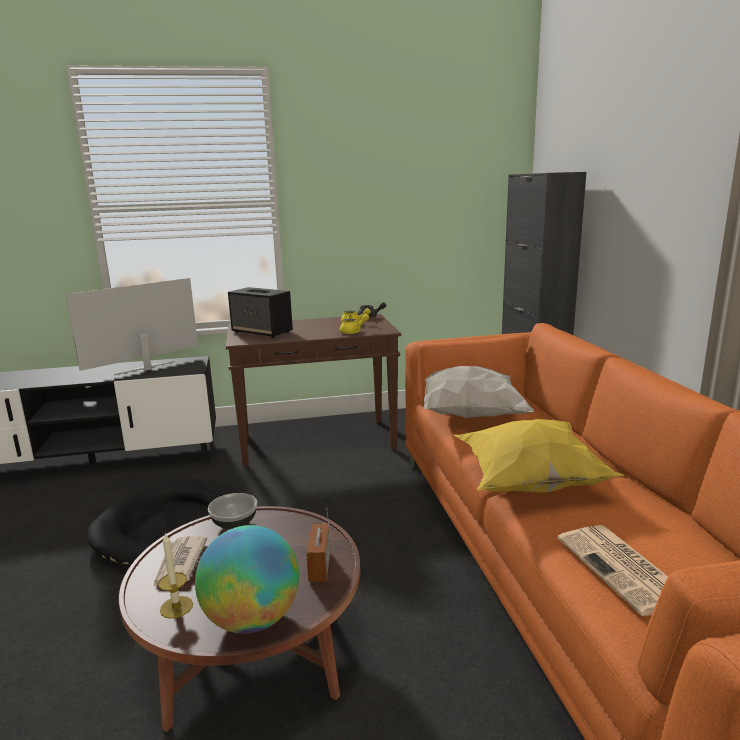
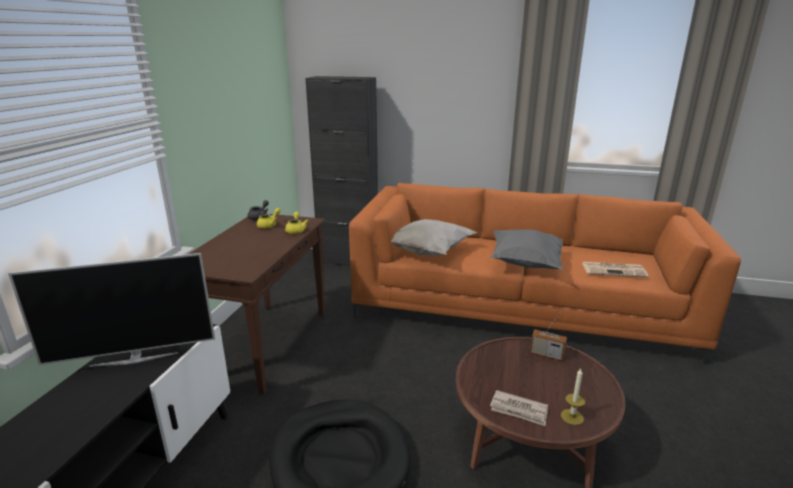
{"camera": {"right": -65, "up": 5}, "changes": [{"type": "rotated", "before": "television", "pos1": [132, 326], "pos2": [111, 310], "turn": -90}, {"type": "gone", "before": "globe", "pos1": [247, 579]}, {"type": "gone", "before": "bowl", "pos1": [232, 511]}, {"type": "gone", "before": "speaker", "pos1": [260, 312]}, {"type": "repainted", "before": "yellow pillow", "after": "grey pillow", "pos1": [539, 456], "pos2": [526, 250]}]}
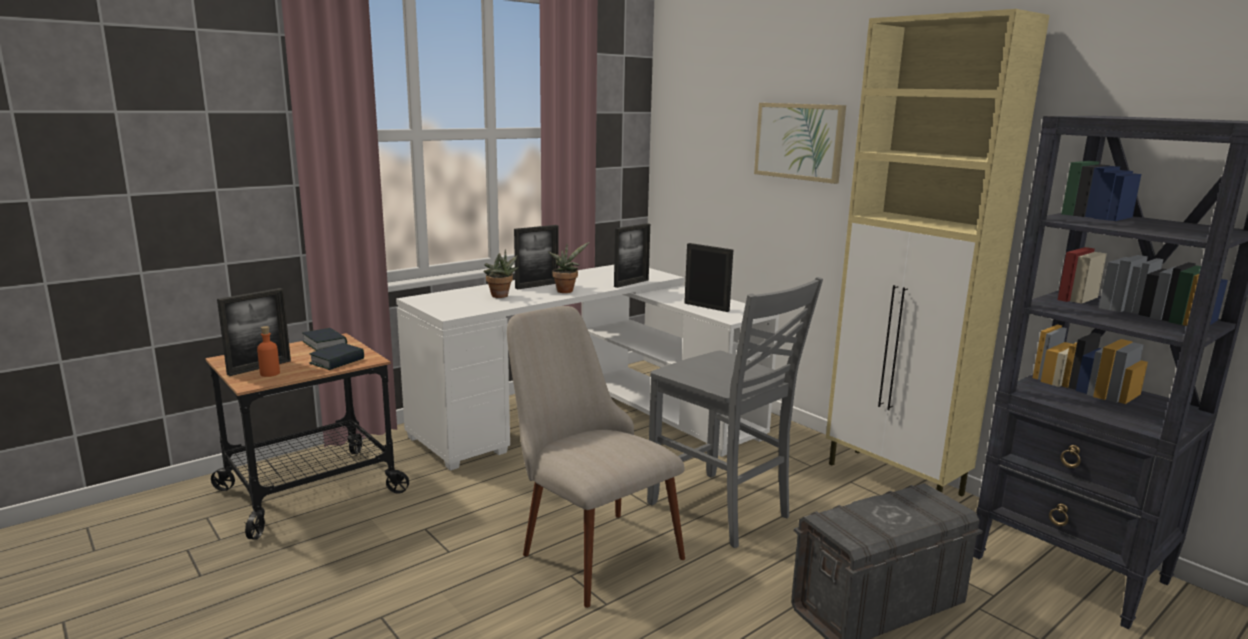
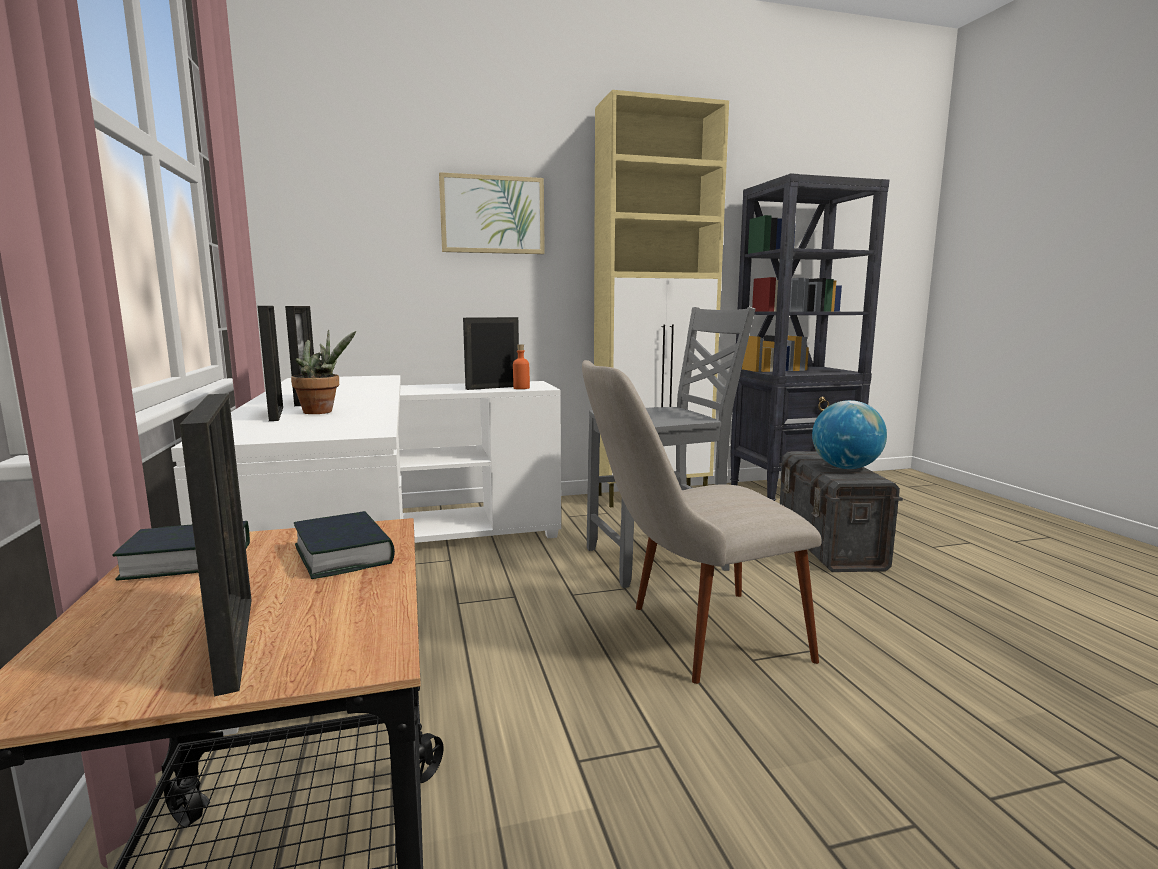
{"camera": {"right": -65, "up": -5}, "changes": [{"type": "shifted", "before": "orange bottle", "pos1": [268, 351], "pos2": [521, 366]}, {"type": "gone", "before": "potted plant", "pos1": [569, 267]}, {"type": "shifted", "before": "picture frame", "pos1": [632, 255], "pos2": [270, 363]}, {"type": "new", "after": "globe", "pos2": [849, 434]}]}
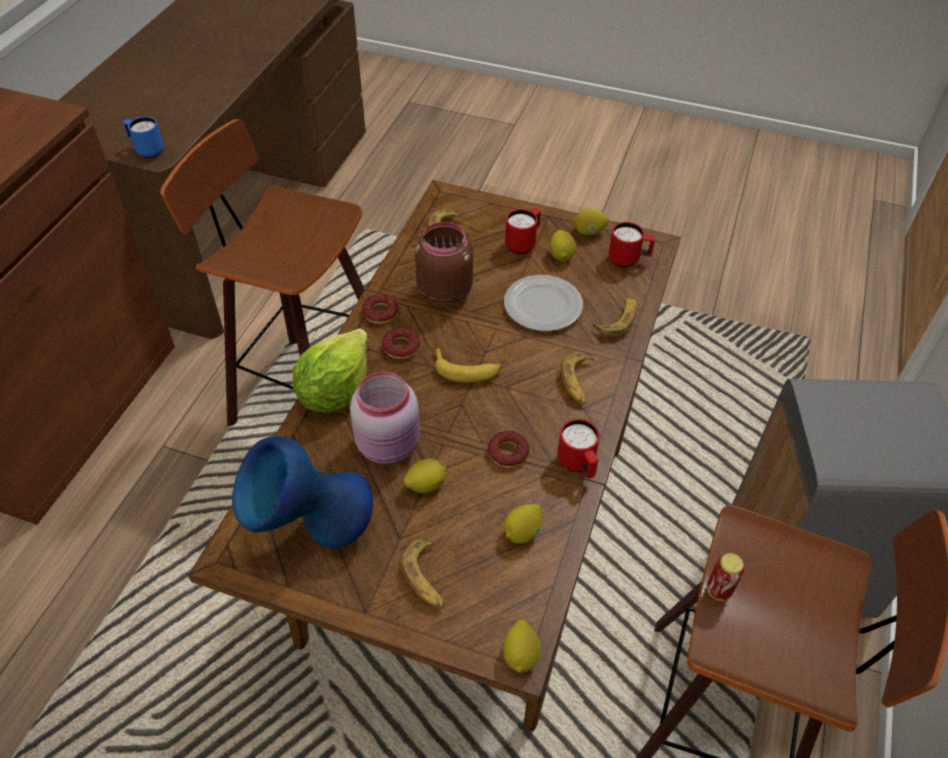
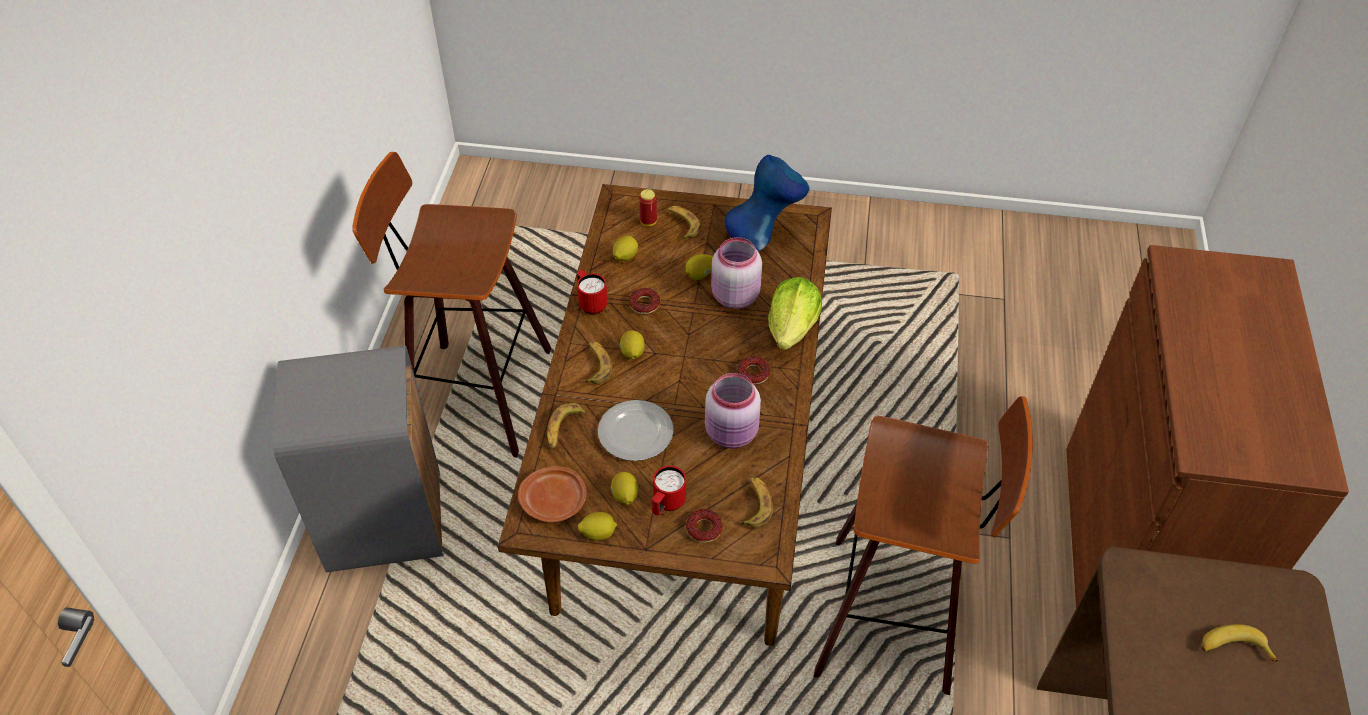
{"camera": {"right": 170, "up": 0}, "changes": [{"type": "gone", "before": "blue mug", "pos1": [143, 137]}, {"type": "shifted", "before": "donut", "pos1": [380, 309], "pos2": [704, 526]}, {"type": "repainted", "before": "brown jar", "after": "pink jar", "pos1": [444, 264], "pos2": [733, 411]}, {"type": "shifted", "before": "banana", "pos1": [468, 365], "pos2": [1240, 643]}, {"type": "shifted", "before": "lemon", "pos1": [522, 646], "pos2": [632, 344]}, {"type": "swapped", "before": "red mug", "after": "brown plate", "pos1": [632, 245], "pos2": [552, 494]}, {"type": "shifted", "before": "can", "pos1": [725, 577], "pos2": [648, 207]}]}
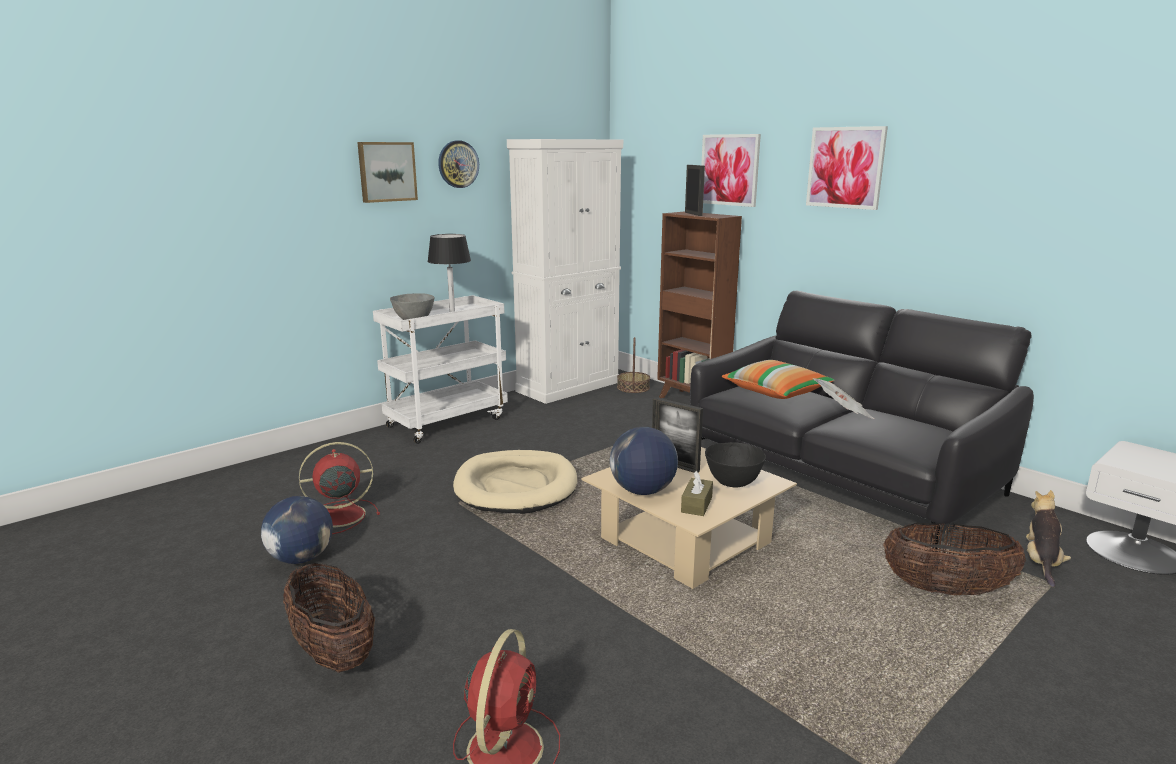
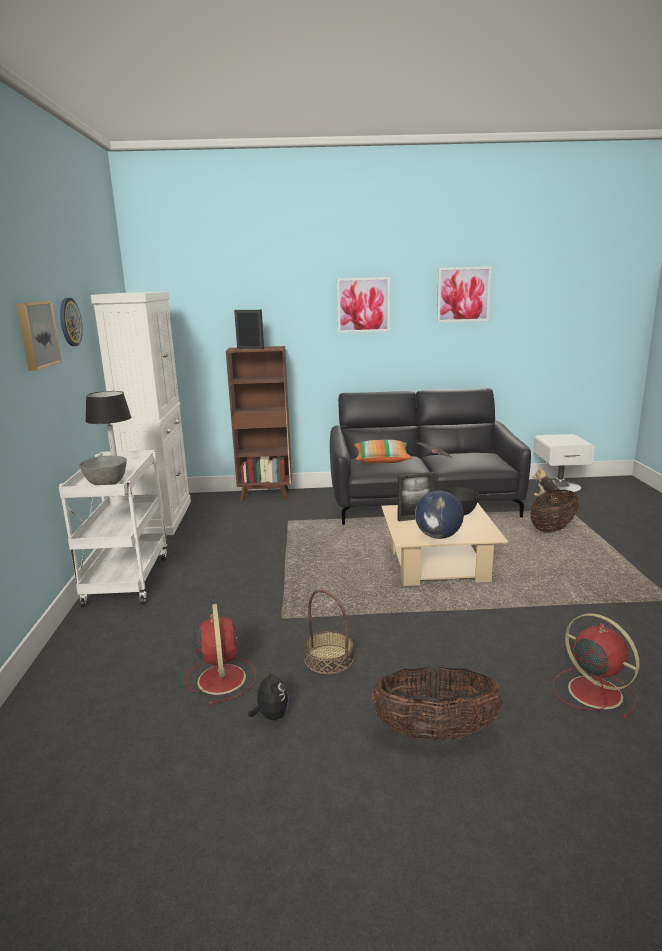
{"camera": {"right": -50, "up": 0}, "changes": [{"type": "swapped", "before": "globe", "after": "plush toy", "pos1": [297, 530], "pos2": [268, 693]}, {"type": "rotated", "before": "red fan", "pos1": [339, 488], "pos2": [221, 654], "turn": 150}, {"type": "gone", "before": "beige dog bed", "pos1": [515, 482]}, {"type": "shifted", "before": "basket", "pos1": [633, 365], "pos2": [328, 632]}, {"type": "gone", "before": "brown tissue box", "pos1": [697, 493]}, {"type": "shifted", "before": "picture", "pos1": [731, 170], "pos2": [464, 294]}]}
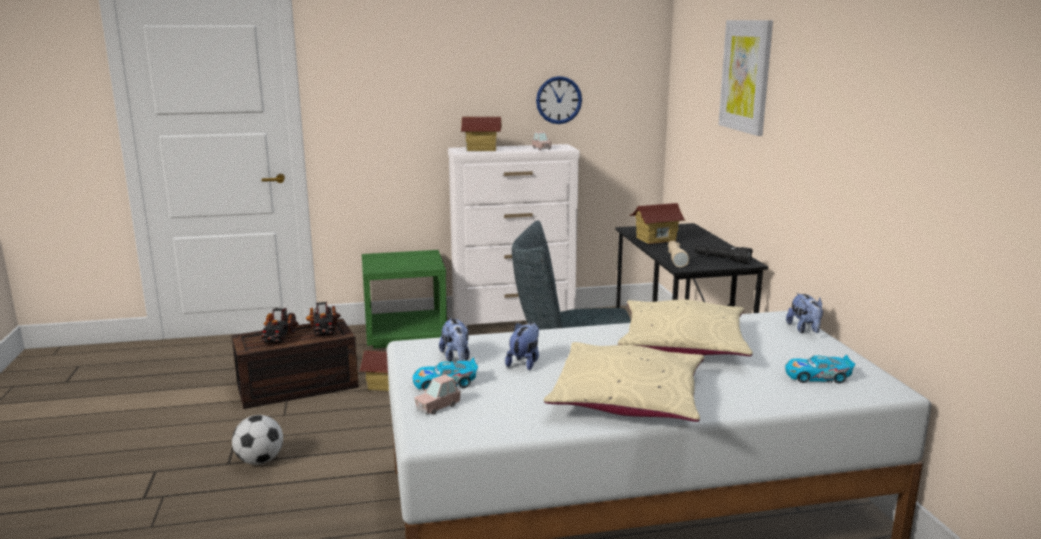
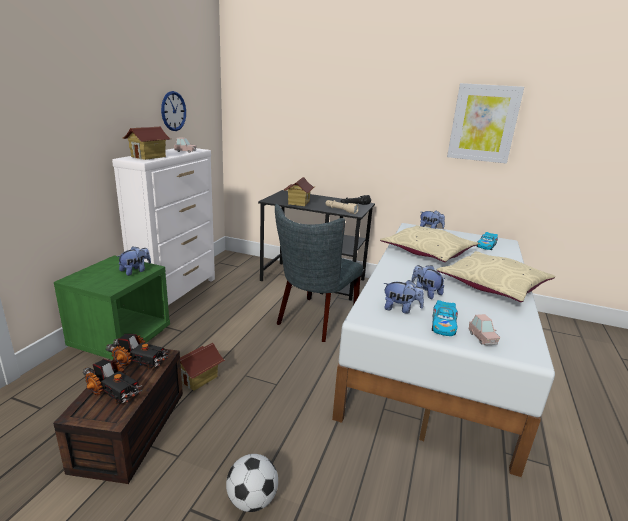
{"camera": {"right": -60, "up": 5}, "changes": [{"type": "shifted", "before": "picture", "pos1": [746, 78], "pos2": [485, 123]}, {"type": "new", "after": "plush toy", "pos2": [134, 261]}]}
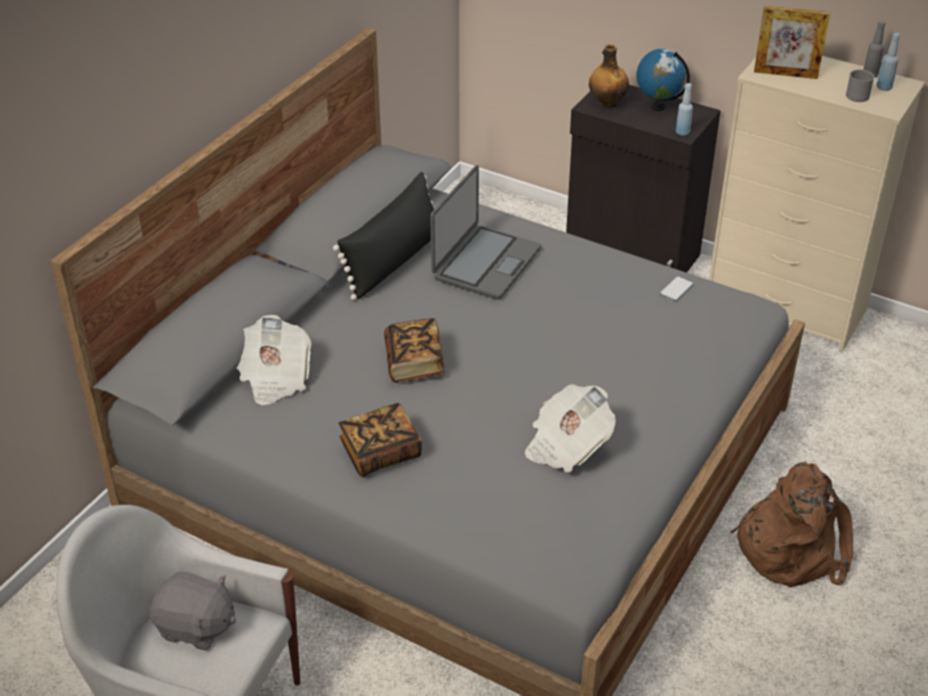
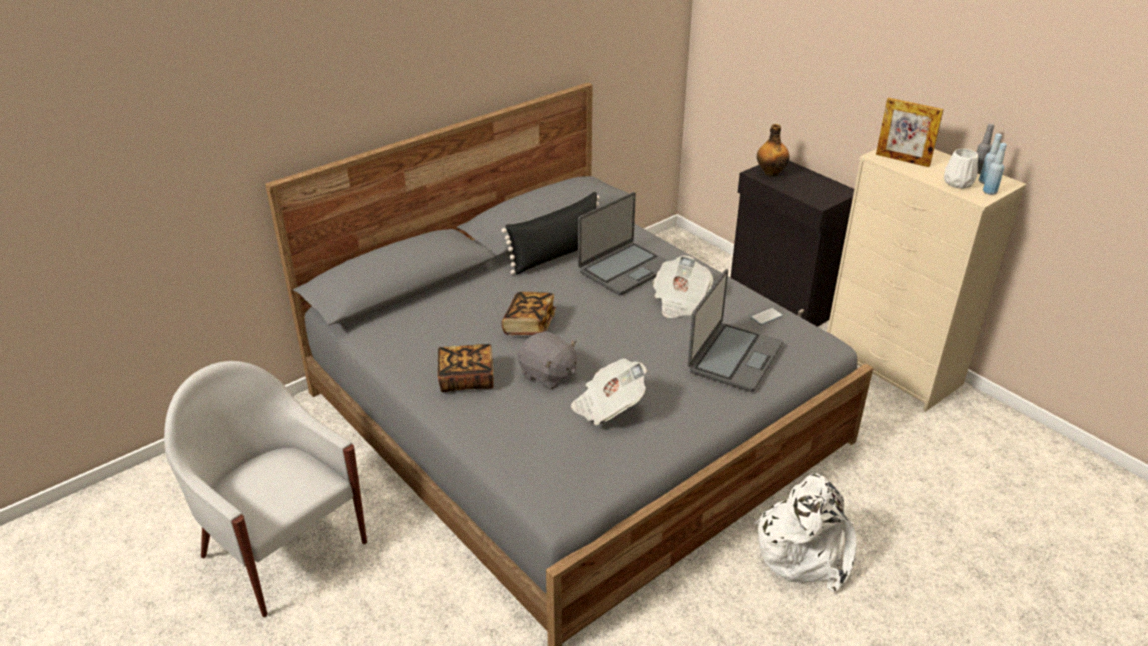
{"camera": {"right": 20, "up": -5}, "changes": [{"type": "shifted", "before": "grey plush toy", "pos1": [193, 611], "pos2": [547, 360]}, {"type": "shifted", "before": "newspaper", "pos1": [274, 360], "pos2": [683, 286]}, {"type": "gone", "before": "globe", "pos1": [663, 80]}, {"type": "shifted", "before": "blue bottle", "pos1": [684, 109], "pos2": [995, 169]}, {"type": "repainted", "before": "brown backpack", "after": "white backpack", "pos1": [791, 524], "pos2": [805, 532]}, {"type": "swapped", "before": "grey mug", "after": "white vase", "pos1": [860, 85], "pos2": [961, 169]}, {"type": "new", "after": "laptop", "pos2": [735, 330]}]}
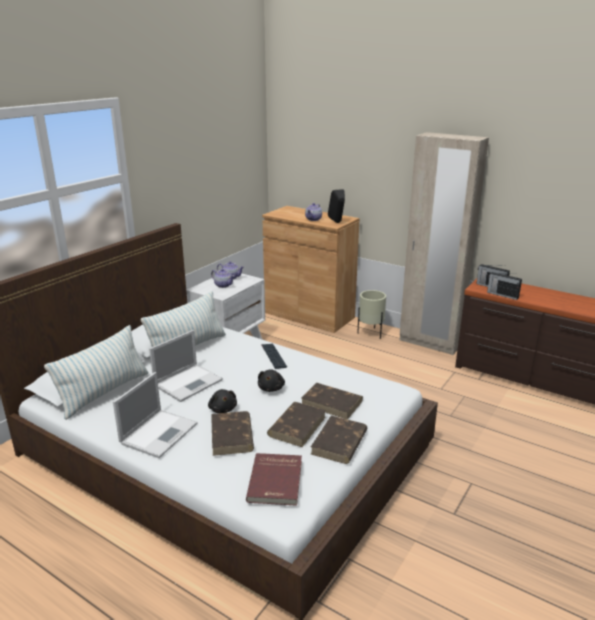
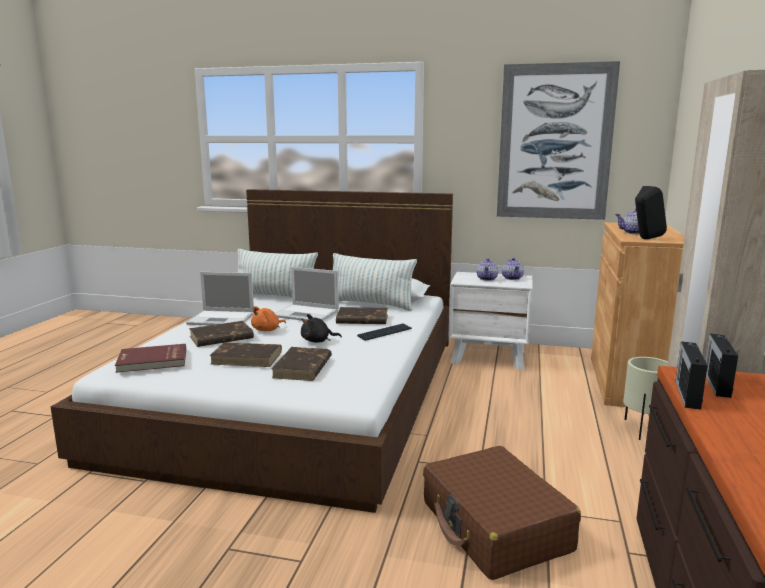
{"camera": {"right": 70, "up": -10}, "changes": [{"type": "repainted", "before": "black plush toy", "after": "orange plush toy", "pos1": [222, 401], "pos2": [268, 318]}, {"type": "shifted", "before": "brown book", "pos1": [339, 440], "pos2": [362, 315]}, {"type": "new", "after": "brown suitcase", "pos2": [502, 513]}, {"type": "new", "after": "picture", "pos2": [558, 140]}]}
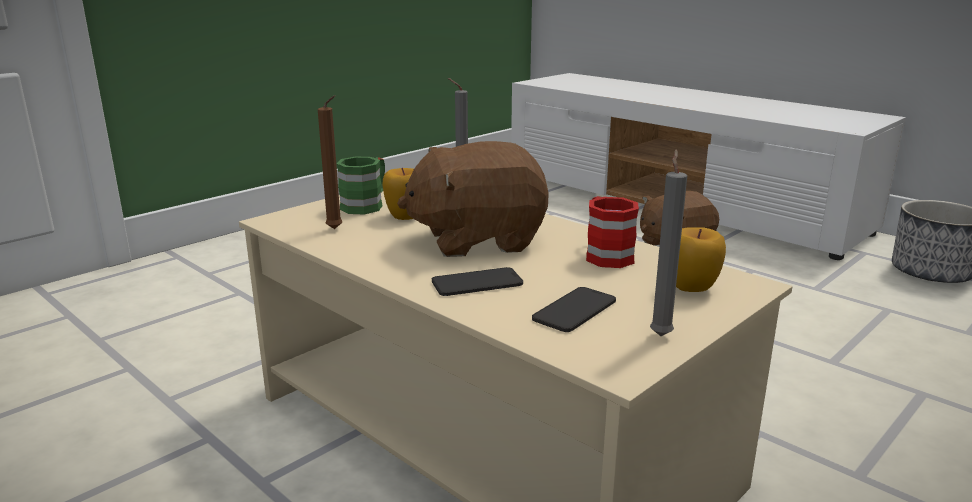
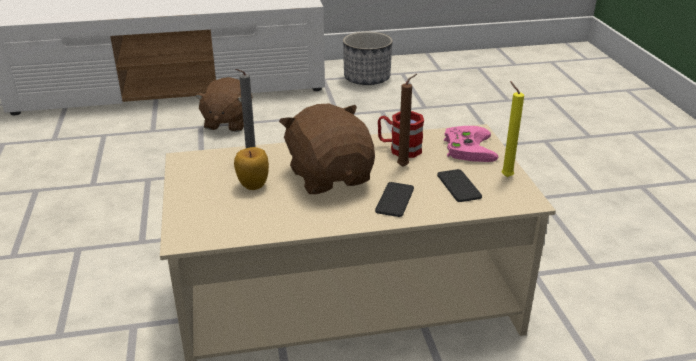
{"camera": {"right": -55, "up": 10}, "changes": [{"type": "shifted", "before": "brown candle", "pos1": [330, 162], "pos2": [407, 120]}, {"type": "gone", "before": "green mug", "pos1": [360, 186]}, {"type": "rotated", "before": "brown plush toy", "pos1": [473, 199], "pos2": [327, 149], "turn": 135}, {"type": "repainted", "before": "grey candle", "after": "yellow candle", "pos1": [668, 242], "pos2": [512, 129]}, {"type": "swapped", "before": "apple", "after": "pink game controller", "pos1": [701, 259], "pos2": [471, 144]}]}
